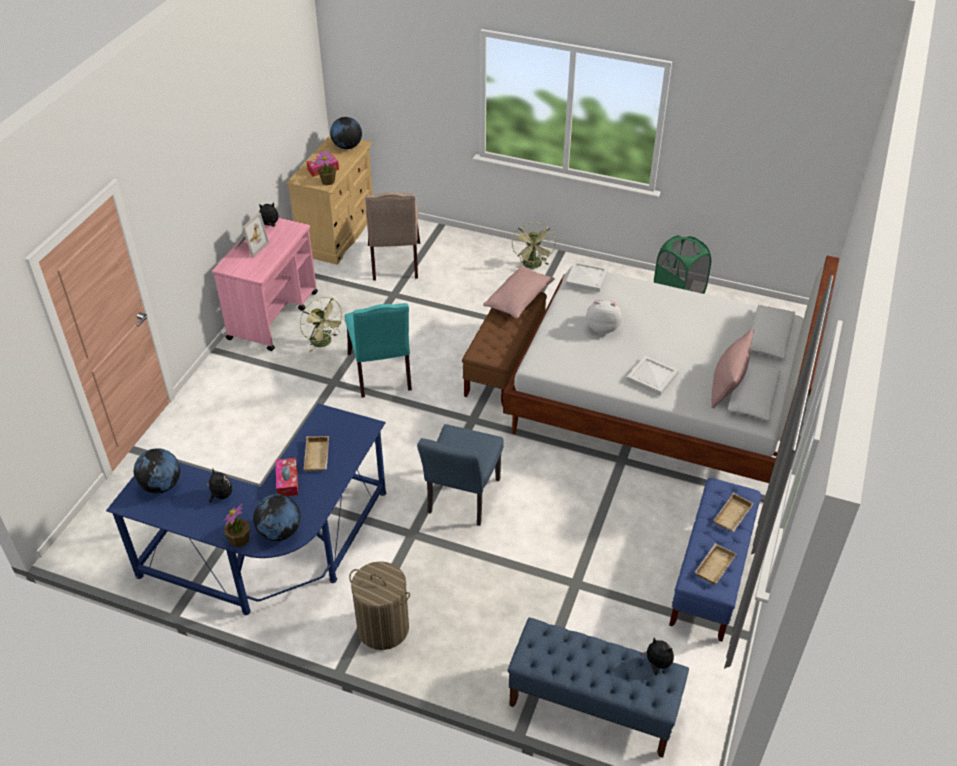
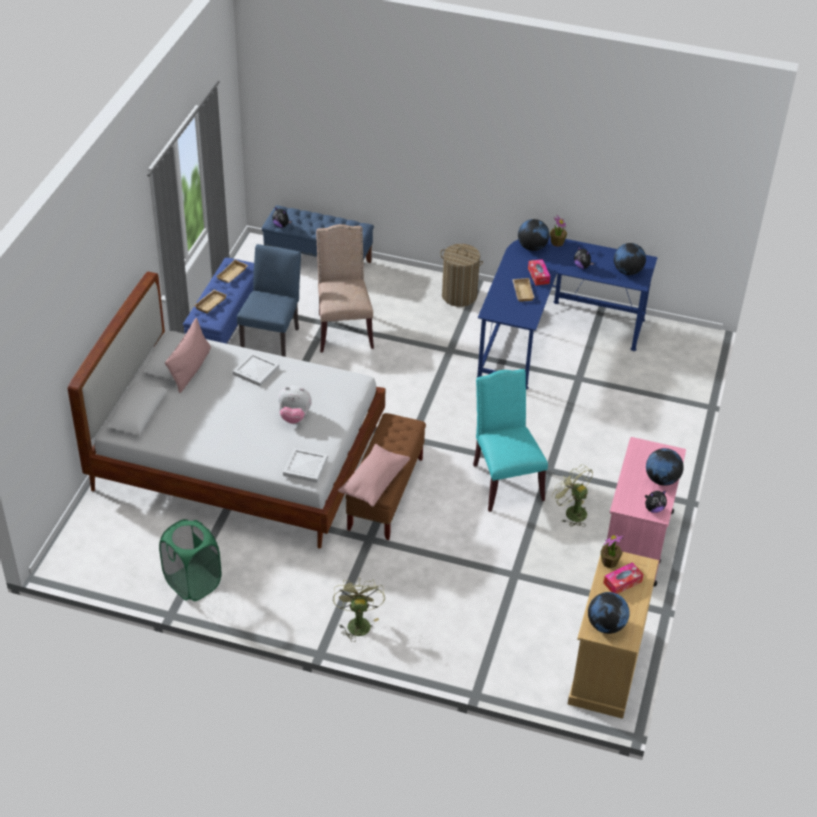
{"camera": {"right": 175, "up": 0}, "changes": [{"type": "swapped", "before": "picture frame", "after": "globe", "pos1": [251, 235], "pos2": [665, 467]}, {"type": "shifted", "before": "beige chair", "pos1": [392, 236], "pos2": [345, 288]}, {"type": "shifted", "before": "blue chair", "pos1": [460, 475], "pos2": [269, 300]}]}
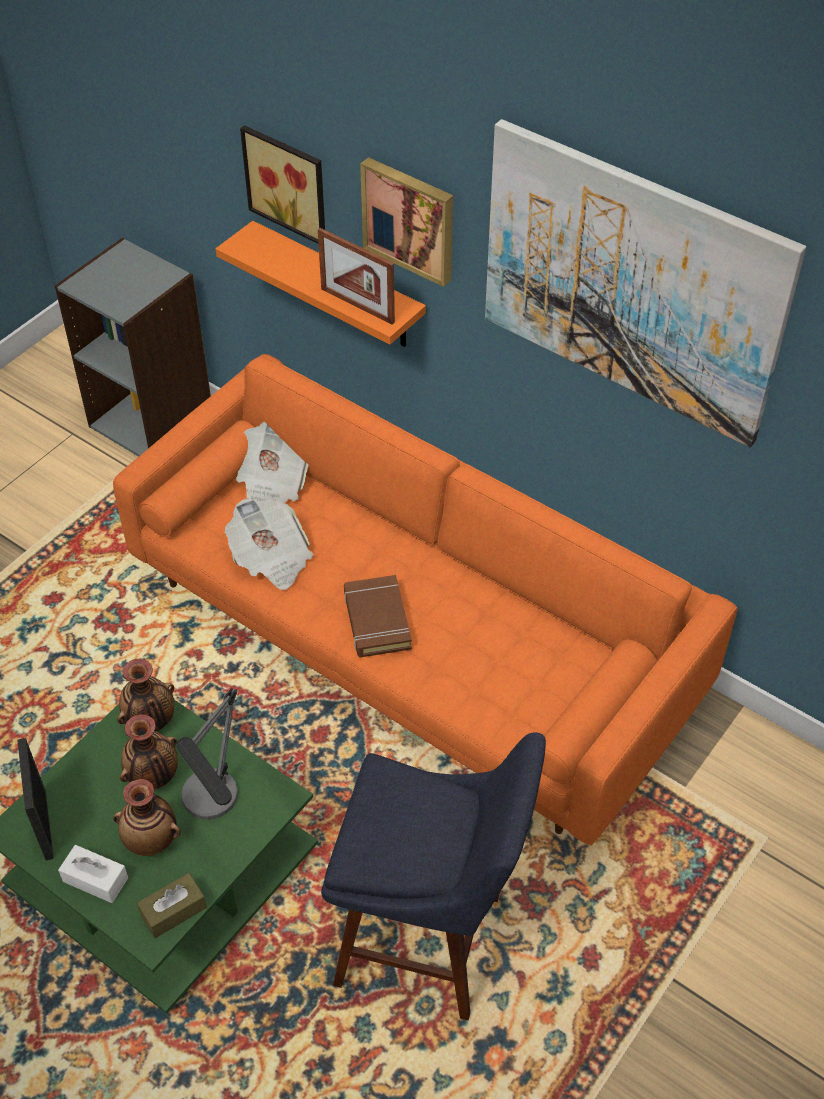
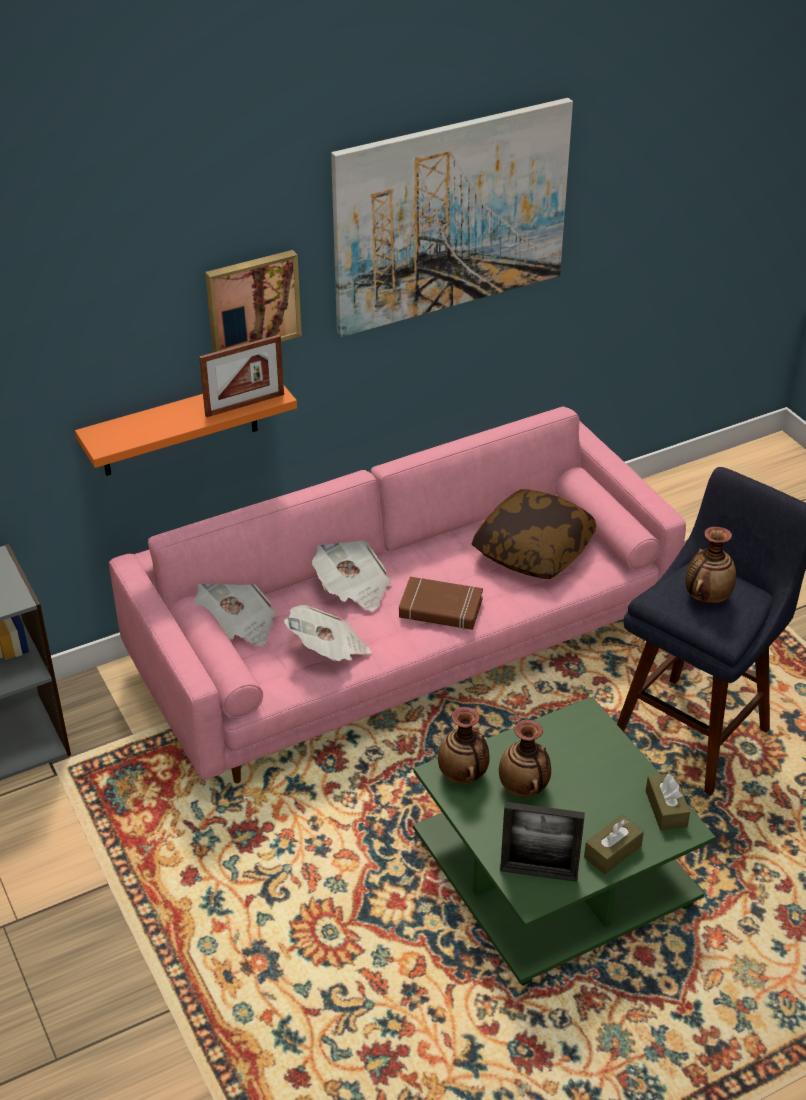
{"camera": {"right": -65, "up": -10}, "changes": [{"type": "repainted", "before": "white tissue box", "after": "brown tissue box", "pos1": [93, 874], "pos2": [614, 844]}, {"type": "repainted", "before": "orange sofa", "after": "pink sofa", "pos1": [425, 600], "pos2": [397, 595]}, {"type": "shifted", "before": "vase", "pos1": [147, 817], "pos2": [711, 564]}, {"type": "gone", "before": "table lamp", "pos1": [207, 754]}, {"type": "gone", "before": "picture", "pos1": [282, 184]}, {"type": "new", "after": "newspaper", "pos2": [352, 575]}, {"type": "new", "after": "pillow", "pos2": [534, 534]}]}
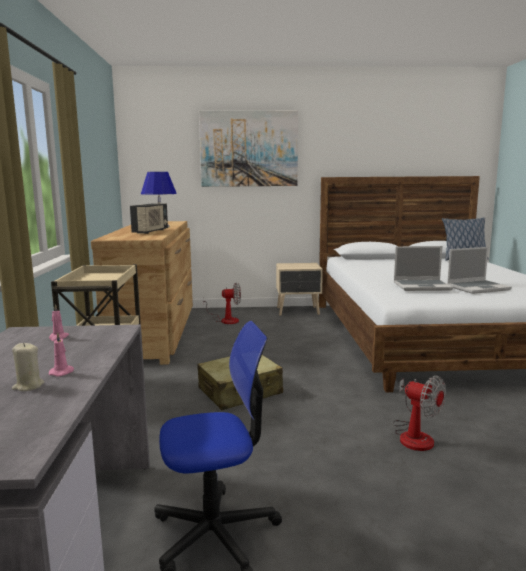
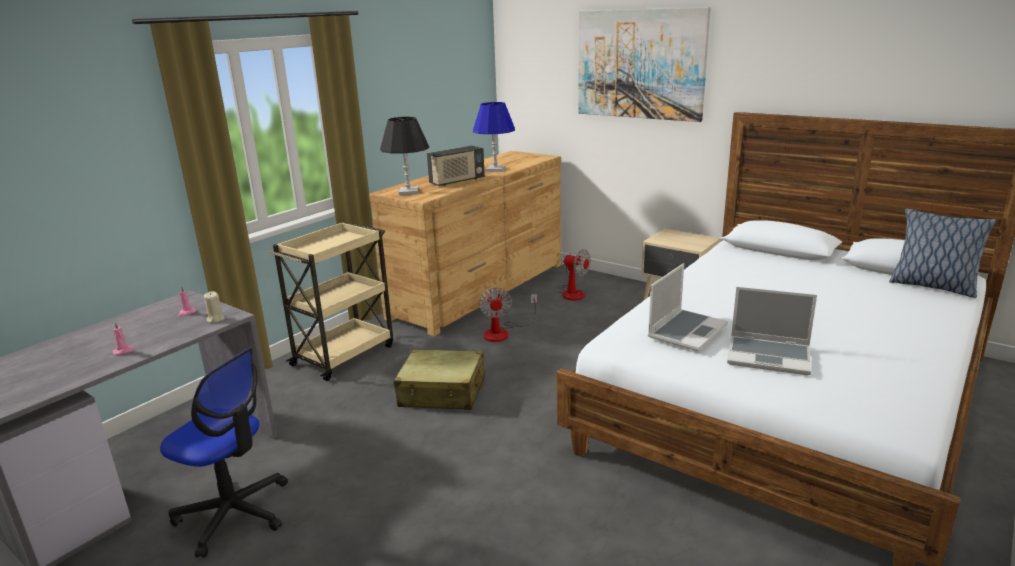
{"camera": {"right": 40, "up": 10}, "changes": [{"type": "shifted", "before": "beige candle", "pos1": [28, 367], "pos2": [214, 307]}, {"type": "shifted", "before": "fan", "pos1": [419, 413], "pos2": [508, 314]}, {"type": "rotated", "before": "laptop", "pos1": [423, 268], "pos2": [688, 307], "turn": -90}, {"type": "new", "after": "black table lamp", "pos2": [404, 156]}]}
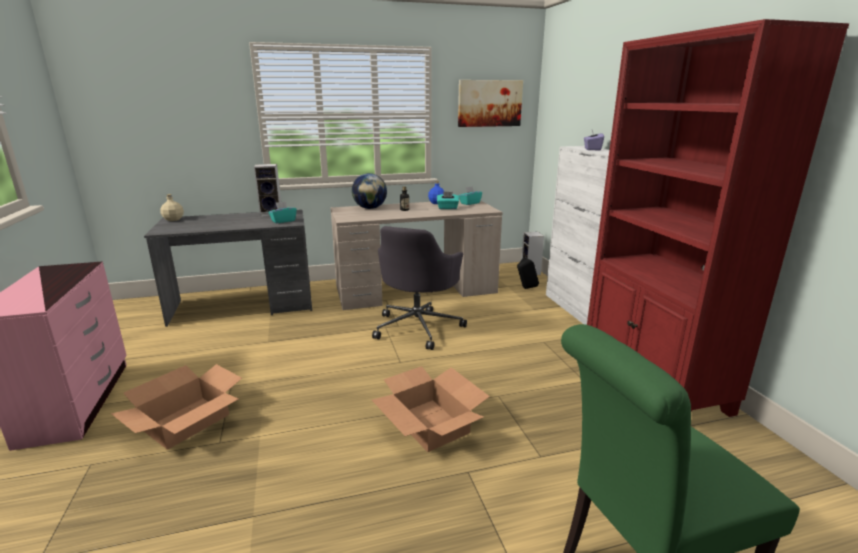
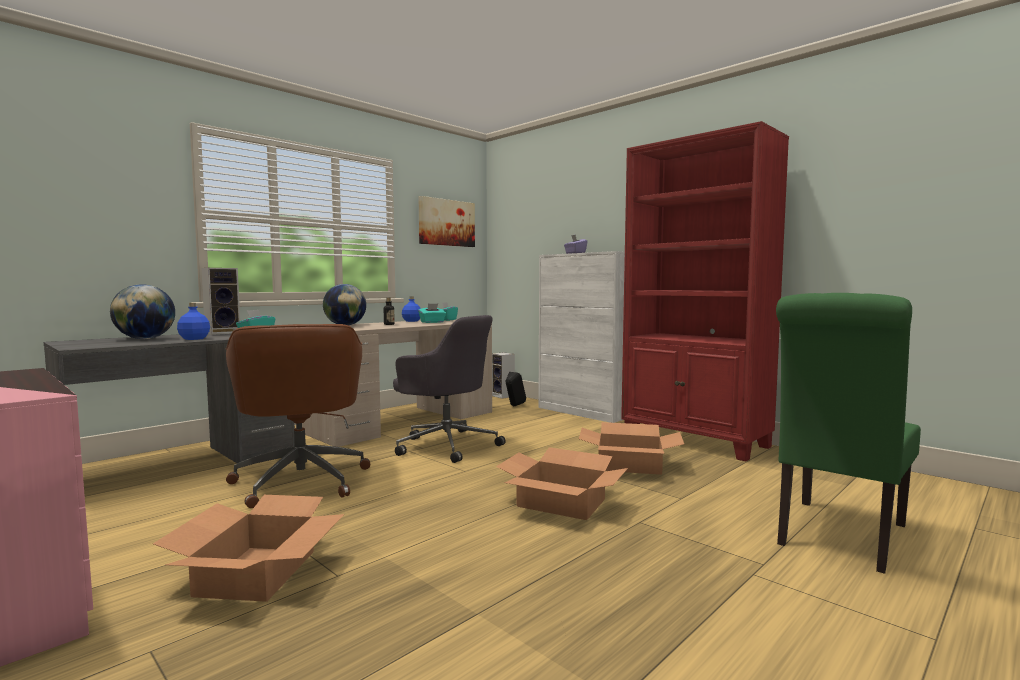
{"camera": {"right": -30, "up": -15}, "changes": [{"type": "gone", "before": "beige bottle", "pos1": [172, 207]}, {"type": "rotated", "before": "grey office chair", "pos1": [419, 288], "pos2": [449, 389], "turn": -45}, {"type": "new", "after": "globe", "pos2": [142, 311]}, {"type": "new", "after": "blue bottle", "pos2": [193, 321]}, {"type": "new", "after": "brown office chair", "pos2": [298, 416]}, {"type": "new", "after": "cardboard box", "pos2": [631, 448]}]}
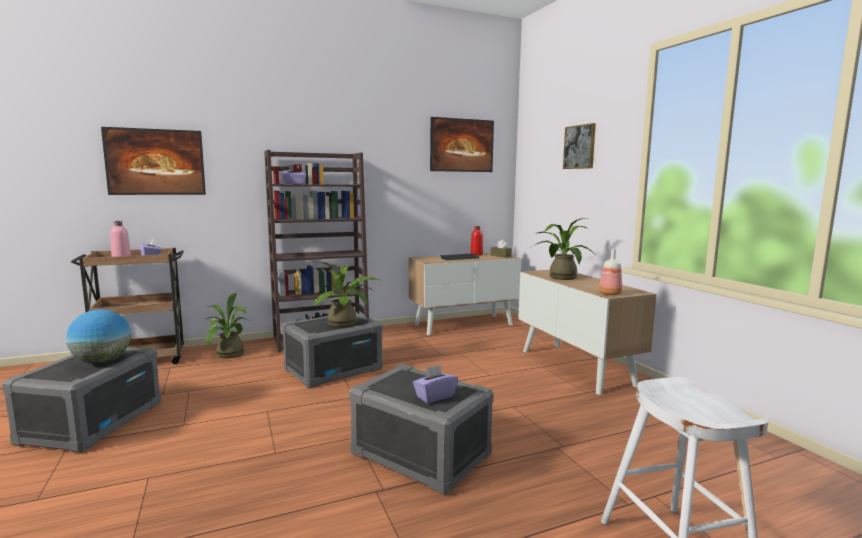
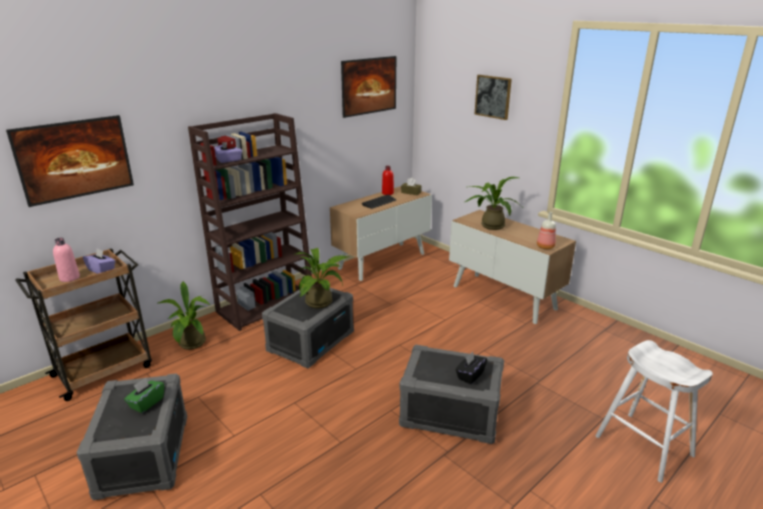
{"camera": {"right": -20, "up": 15}, "changes": [{"type": "swapped", "before": "globe", "after": "green tissue box", "pos1": [98, 336], "pos2": [144, 395]}, {"type": "repainted", "before": "purple tissue box", "after": "black tissue box", "pos1": [435, 383], "pos2": [471, 368]}]}
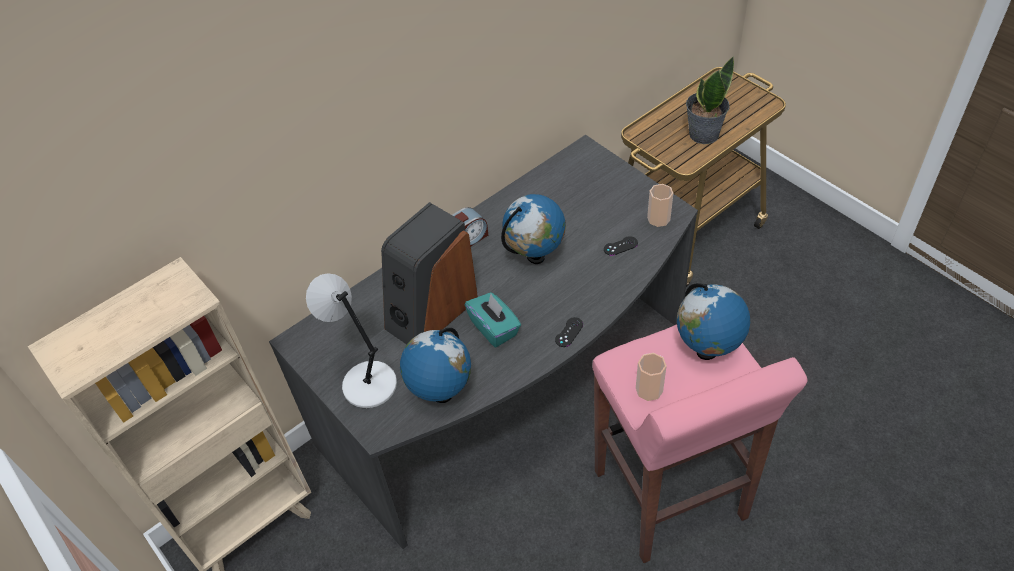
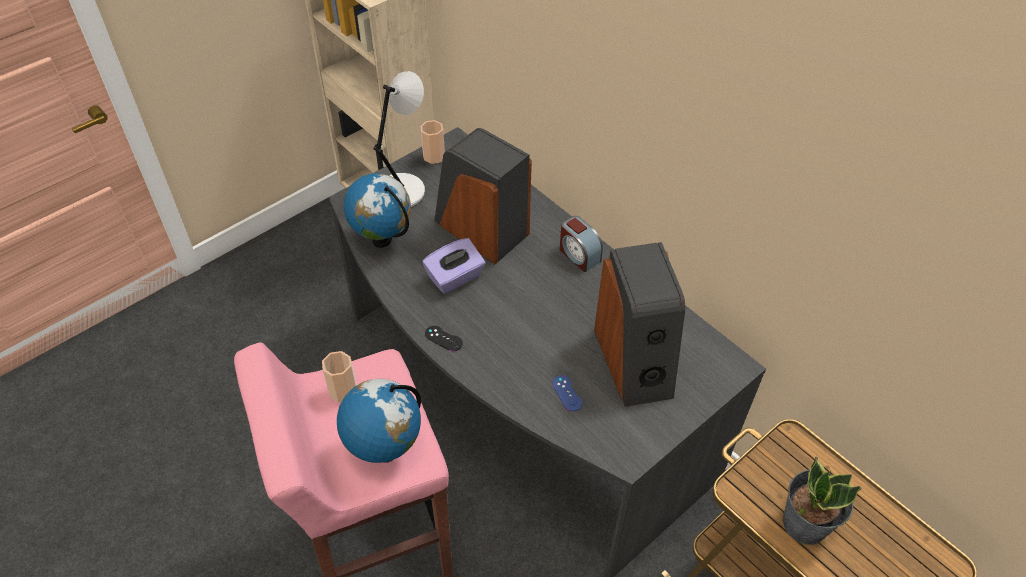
{"camera": {"right": 85, "up": 0}, "changes": [{"type": "repainted", "before": "turquoise tissue box", "after": "purple tissue box", "pos1": [493, 319], "pos2": [453, 266]}, {"type": "gone", "before": "globe", "pos1": [533, 229]}, {"type": "repainted", "before": "black game controller", "after": "blue game controller", "pos1": [621, 246], "pos2": [567, 393]}, {"type": "shifted", "before": "cup", "pos1": [660, 205], "pos2": [433, 142]}, {"type": "new", "after": "speaker", "pos2": [639, 324]}]}
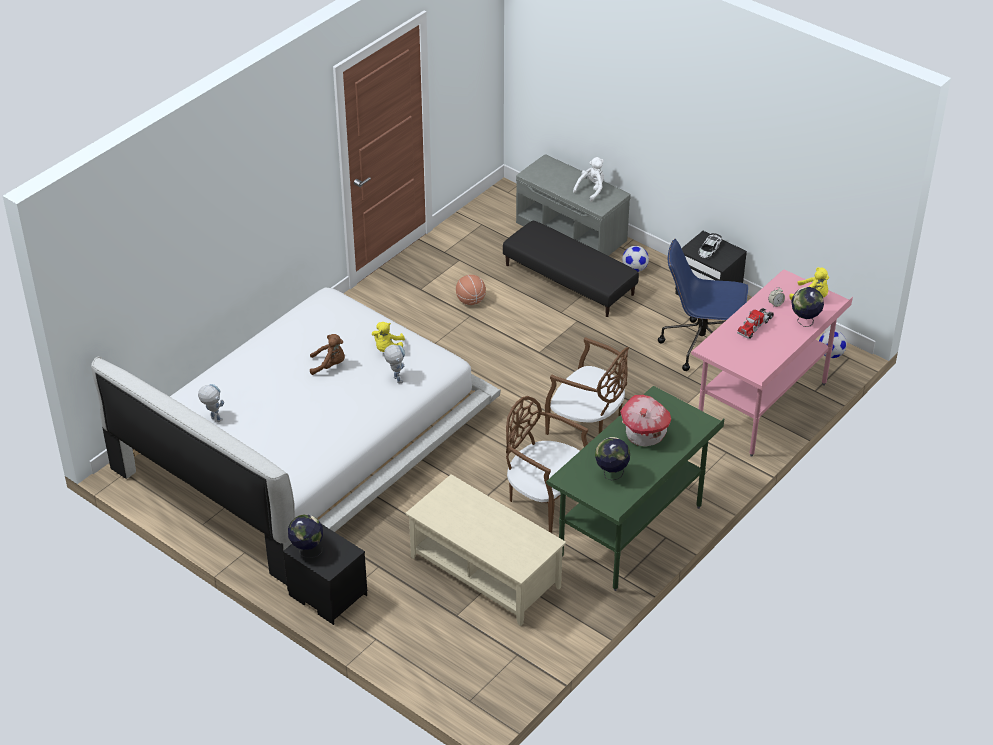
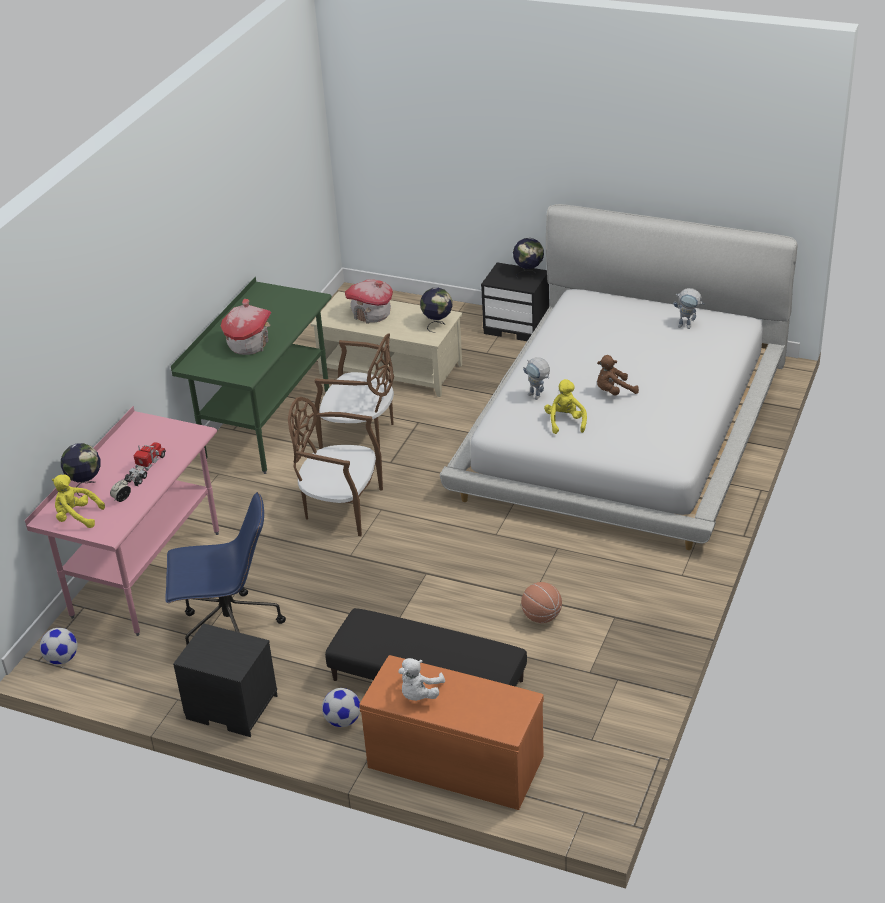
{"camera": {"right": 165, "up": -5}, "changes": [{"type": "repainted", "before": "grey bench", "after": "orange bench", "pos1": [573, 205], "pos2": [451, 732]}, {"type": "shifted", "before": "globe", "pos1": [612, 458], "pos2": [436, 310]}, {"type": "gone", "before": "toy car", "pos1": [710, 246]}, {"type": "new", "after": "toy house", "pos2": [369, 301]}]}
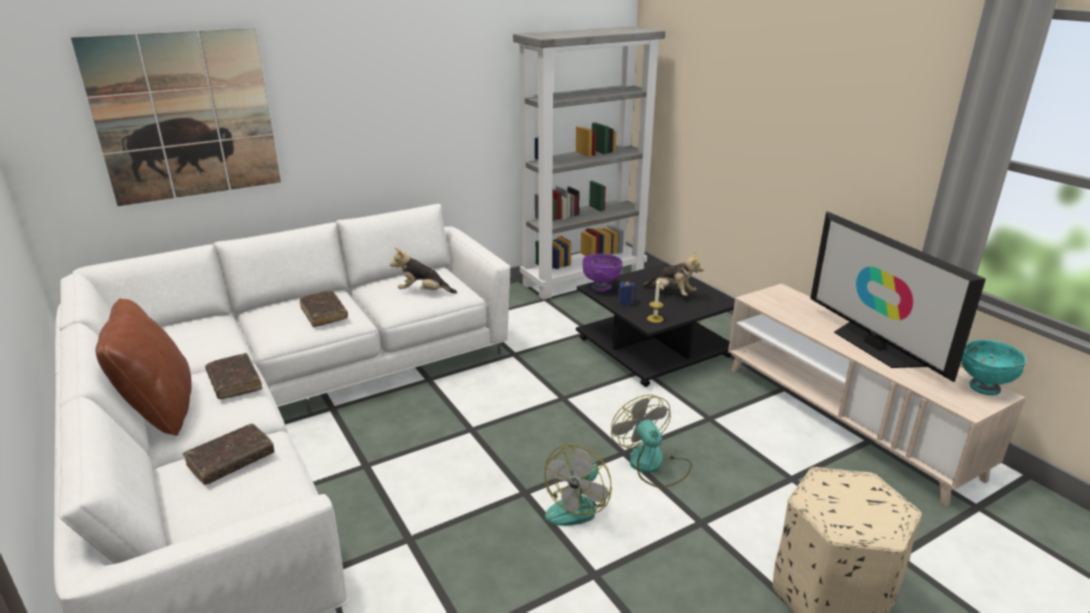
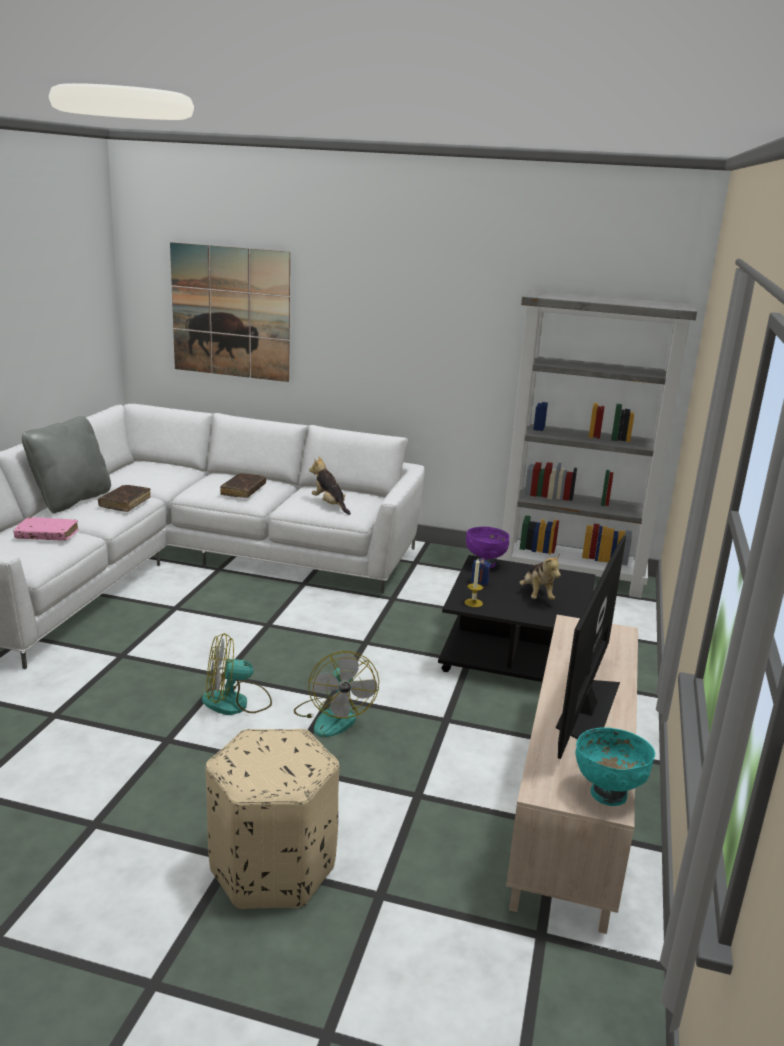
{"camera": {"right": 45, "up": -5}, "changes": [{"type": "repainted", "before": "brown pillow", "after": "grey pillow", "pos1": [144, 367], "pos2": [66, 465]}, {"type": "repainted", "before": "brown book", "after": "pink book", "pos1": [229, 454], "pos2": [46, 529]}, {"type": "rotated", "before": "fan", "pos1": [651, 441], "pos2": [336, 694], "turn": 150}]}
